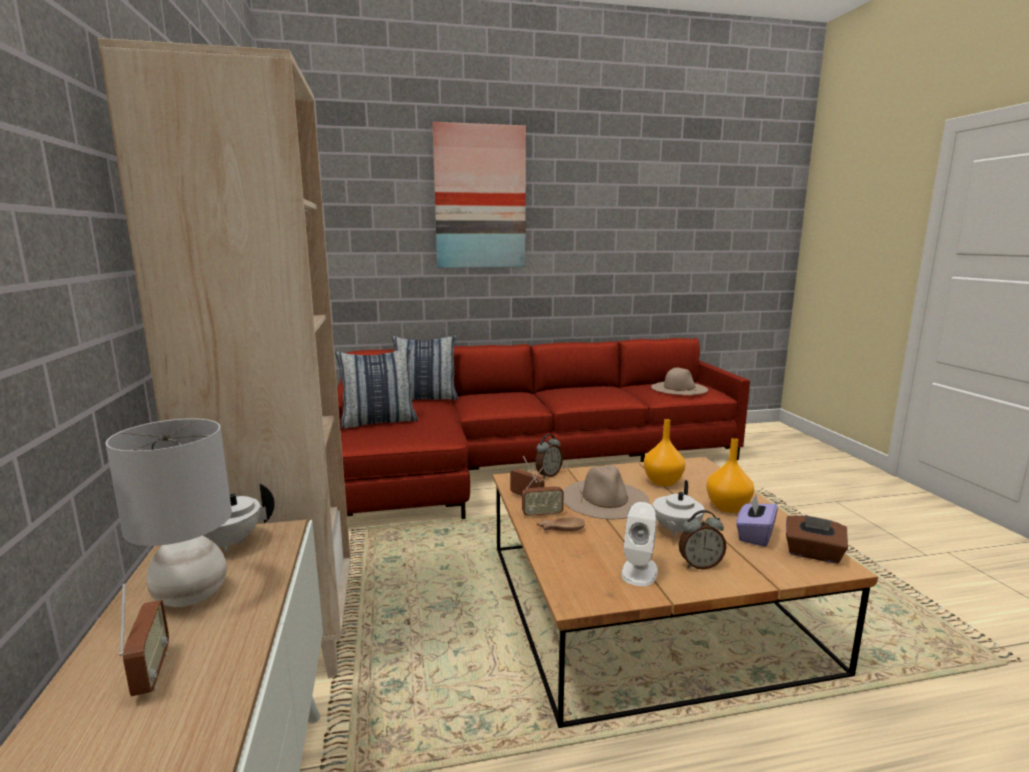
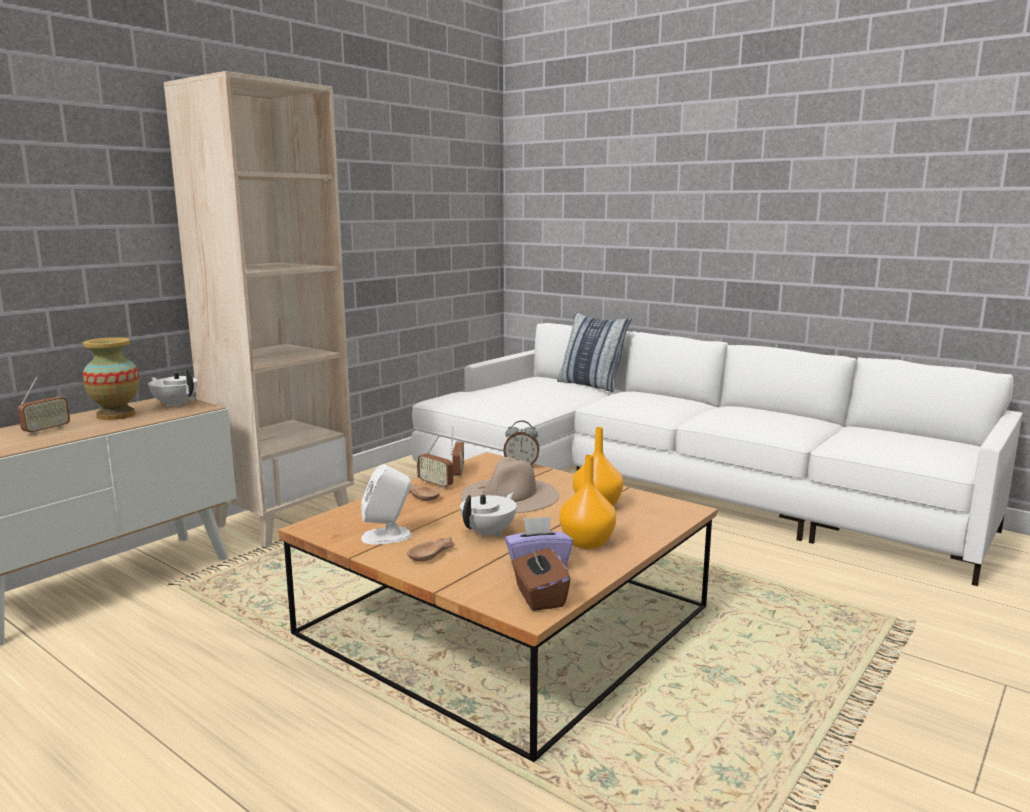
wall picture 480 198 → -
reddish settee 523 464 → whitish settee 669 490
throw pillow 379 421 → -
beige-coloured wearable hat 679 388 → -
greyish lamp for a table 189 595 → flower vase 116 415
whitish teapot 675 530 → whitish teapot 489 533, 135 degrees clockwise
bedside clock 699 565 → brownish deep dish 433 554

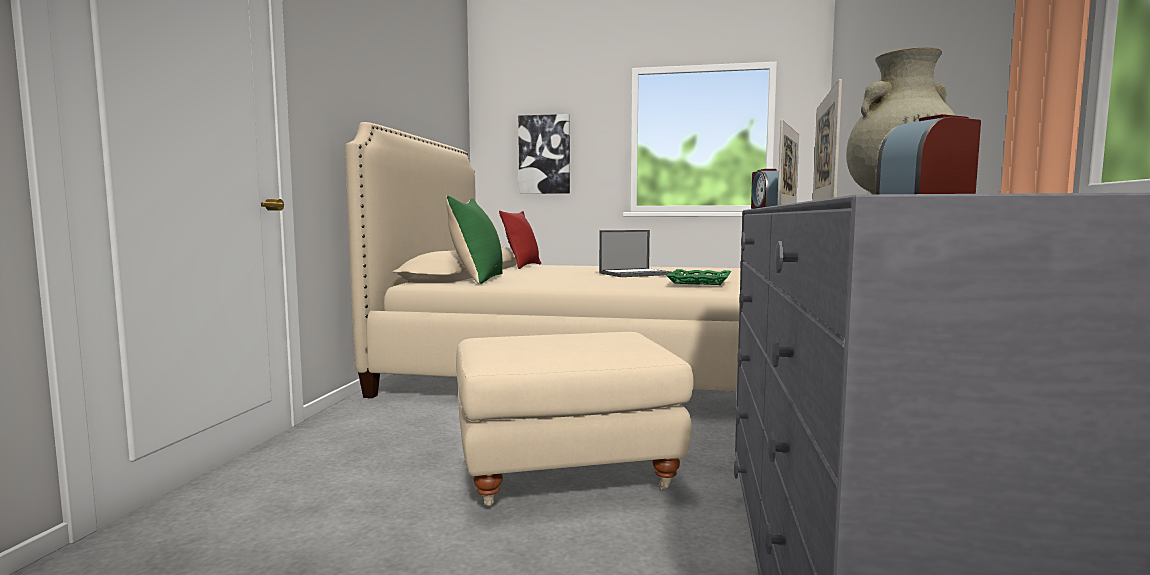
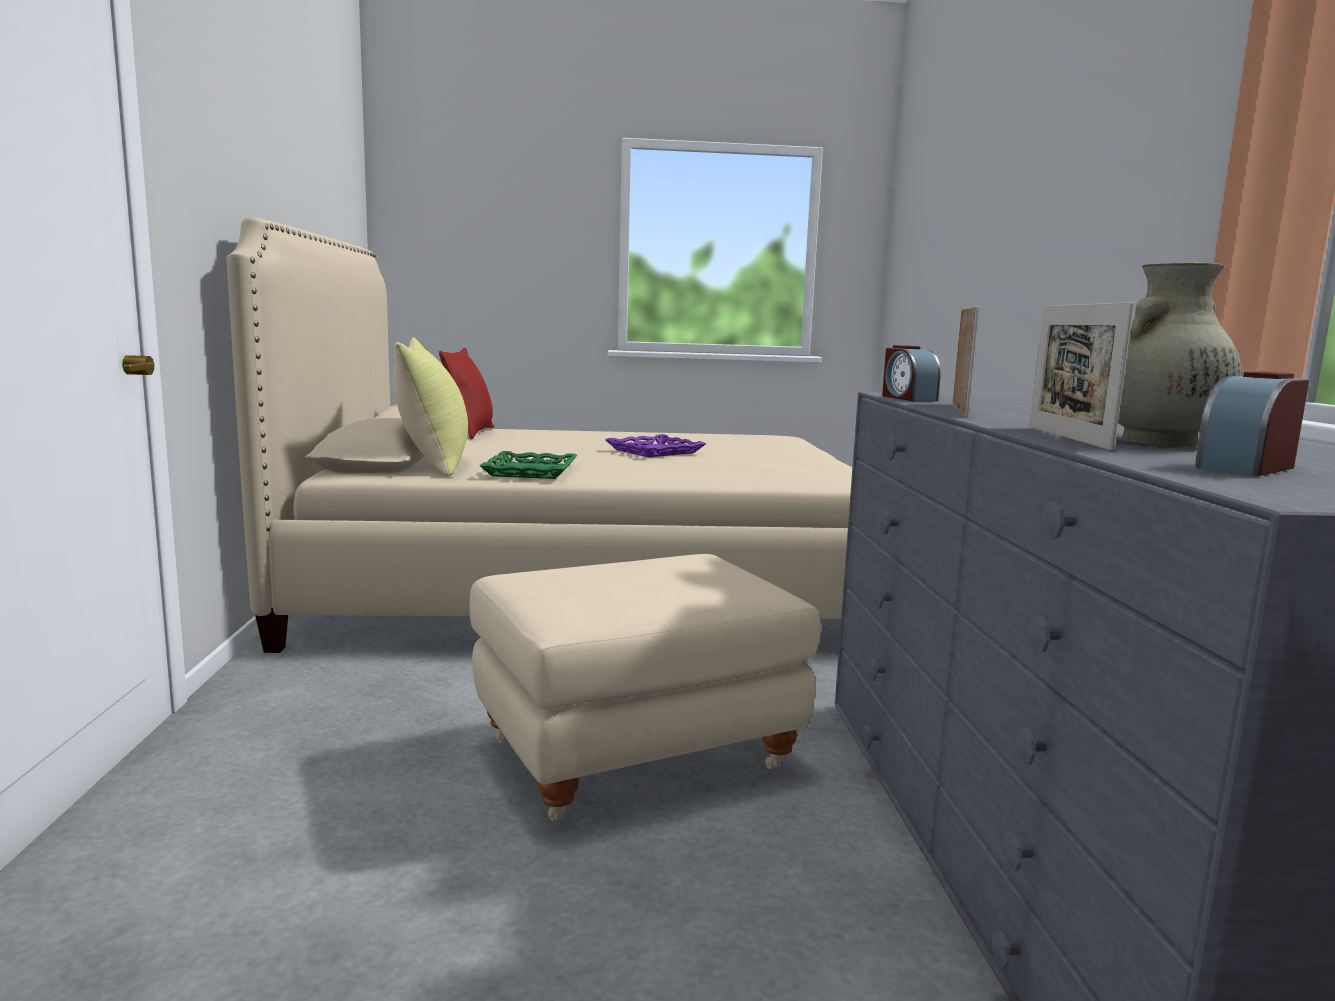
wall picture 544 154 → -
greenish throw pillow 478 279 → yellow throw pillow 433 464
notebook computer 636 274 → purple-coloured carrying tray 654 451
greenish carrying tray 699 281 → greenish carrying tray 529 471, shifted

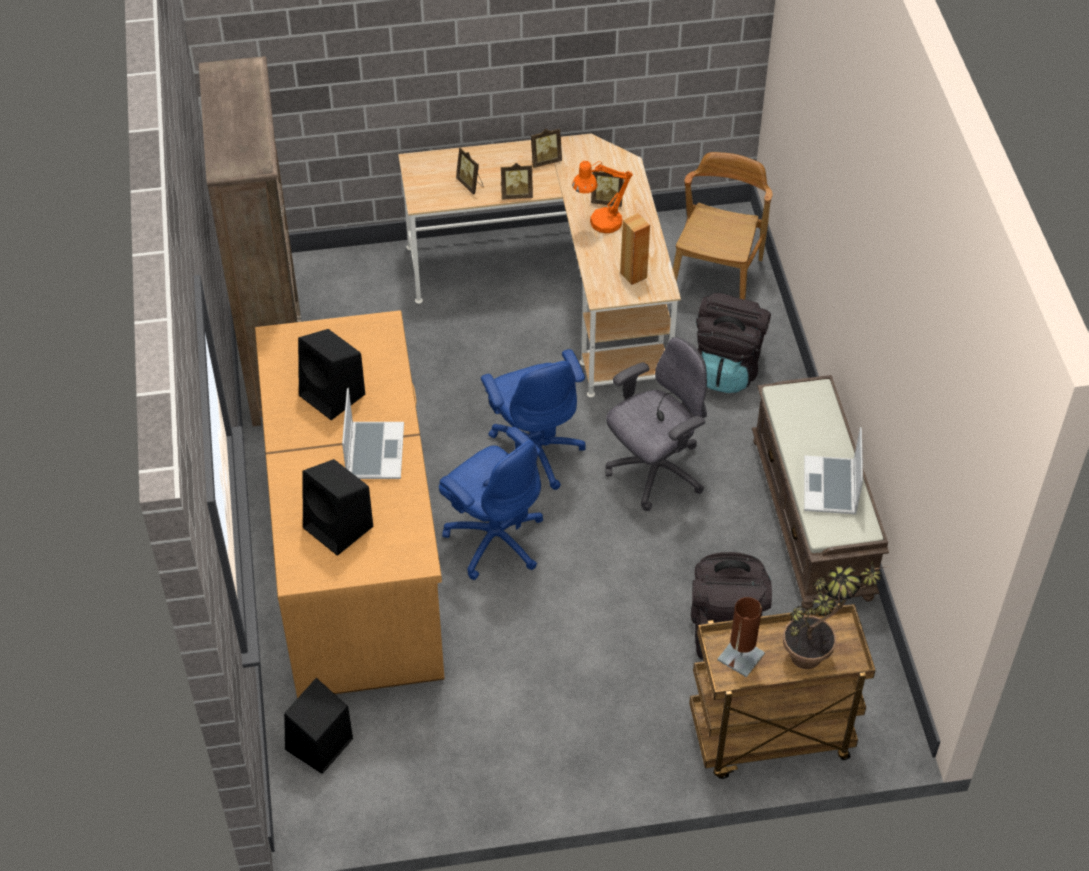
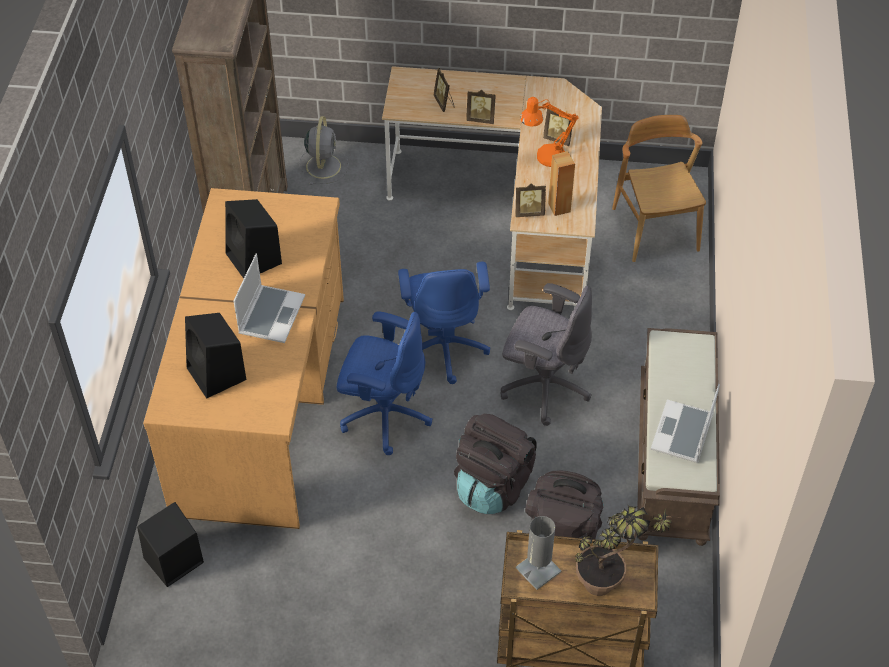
photo frame 545 161 → photo frame 529 212, shifted
brownish plain chair 716 279 → brownish plain chair 655 229, 45 degrees counterclockwise
black-coloured backpack 727 368 → black-coloured backpack 493 485, shifted
greyish computer chair 654 472 → greyish computer chair 544 387, 45 degrees clockwise
bluish computer chair 494 539 → bluish computer chair 384 415, 45 degrees counterclockwise
brownish lamp for a table 741 657 → greyish lamp for a table 538 570
- → greyish cooling fan 323 165

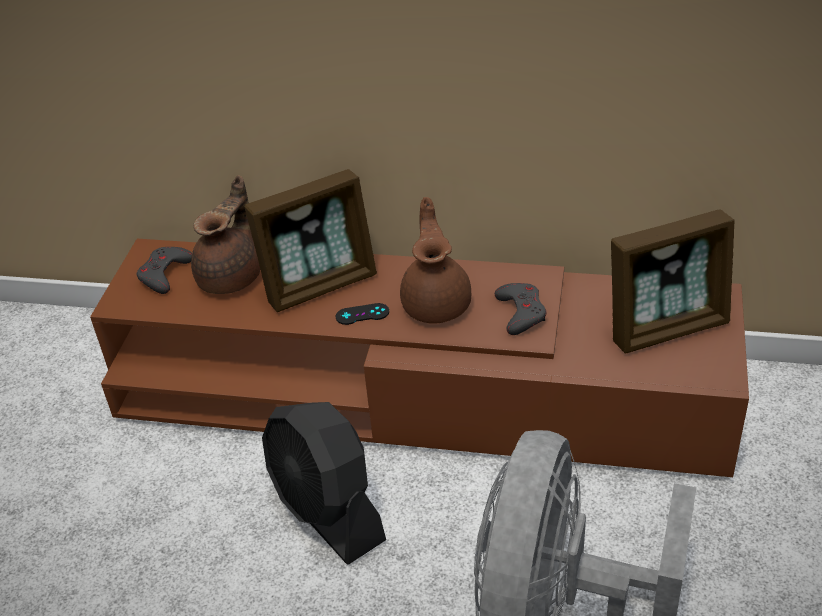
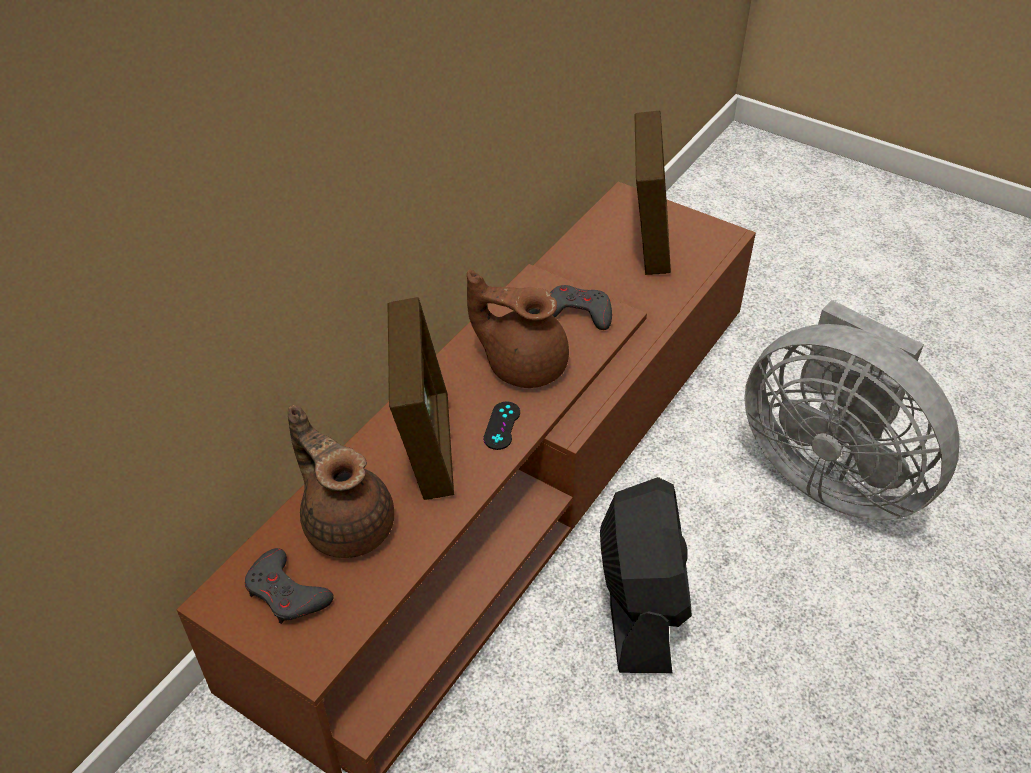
black-coloured cooling fan 327 511 → black-coloured cooling fan 639 603, 75 degrees counterclockwise

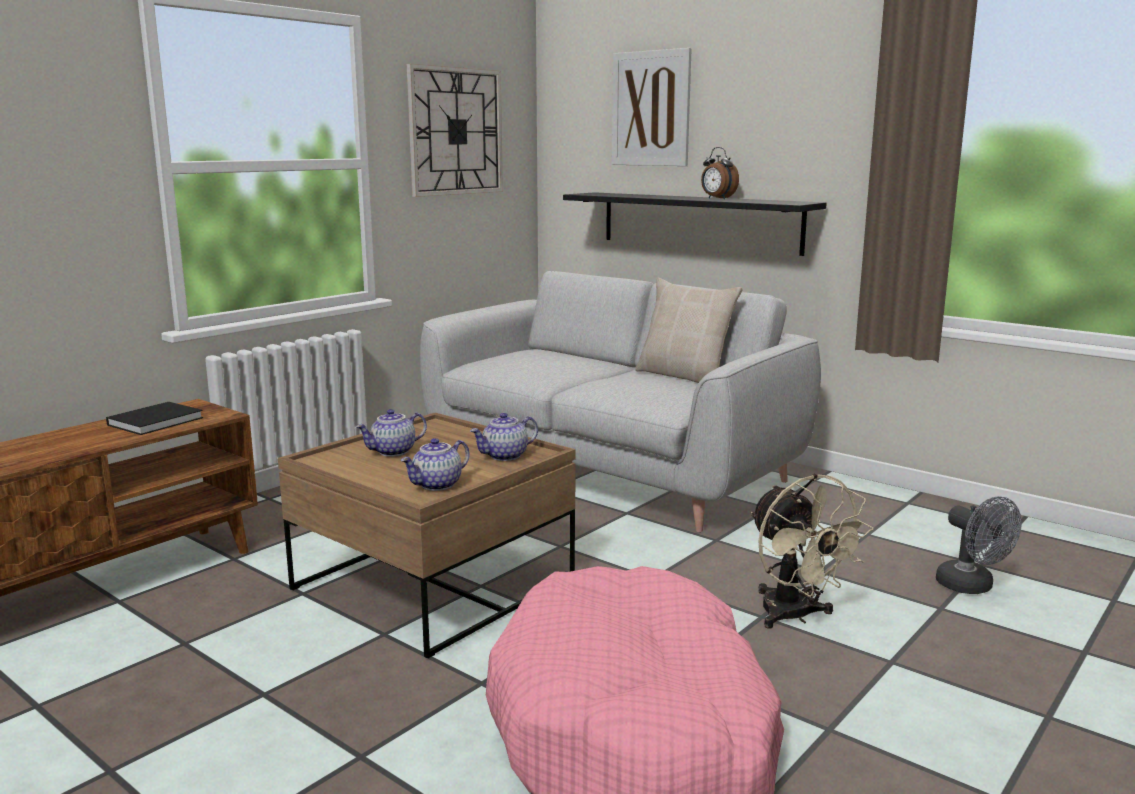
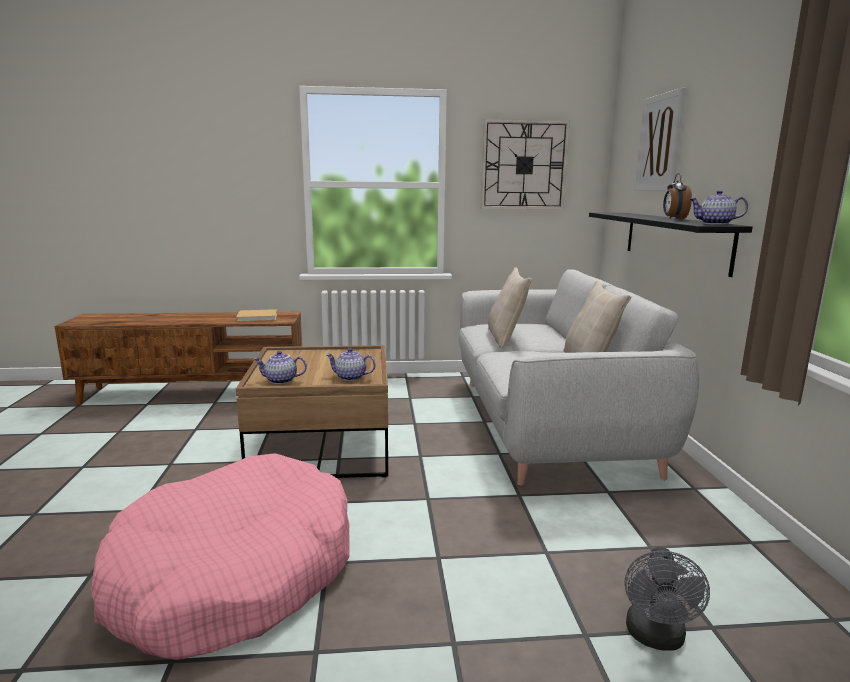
black-coloured book 158 421 → beige-coloured book 258 317
teapot 393 452 → teapot 715 224, shifted
beige-coloured cooling fan 795 616 → -
- → beige-coloured throw pillow 506 338

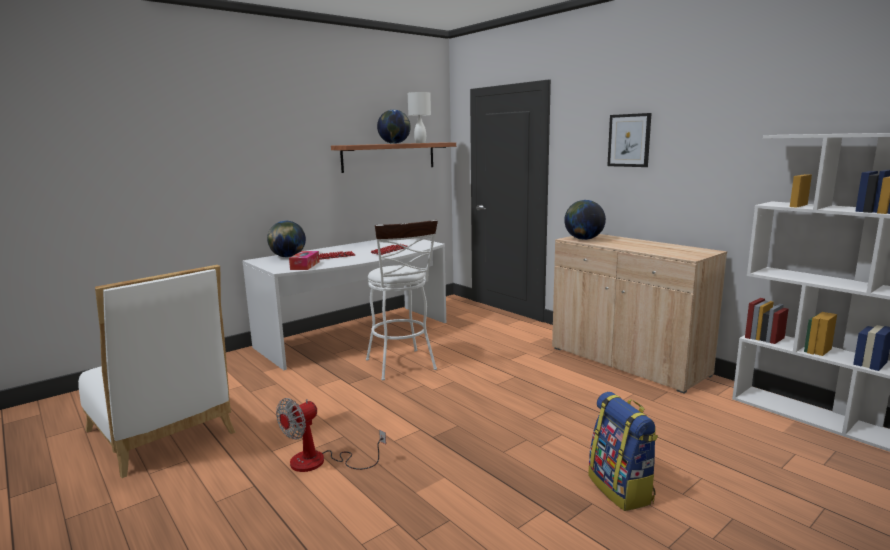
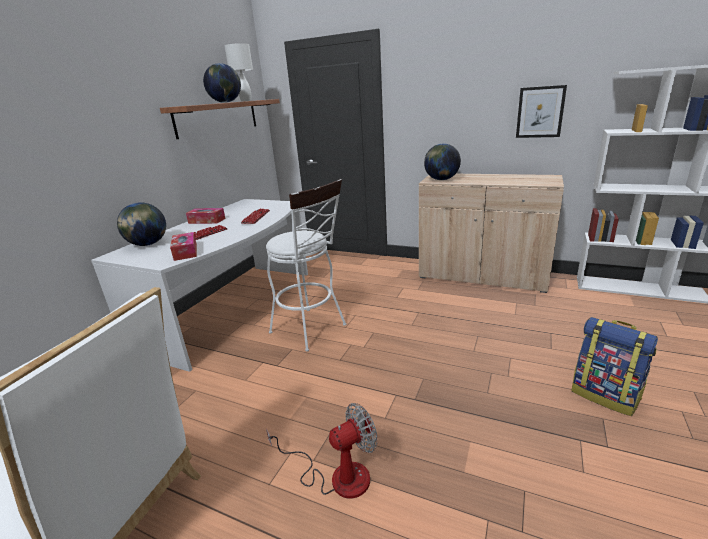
wall picture 629 140 → wall picture 540 112, shifted
cooling fan 320 462 → cooling fan 337 476, 135 degrees counterclockwise
- → tissue holder 207 221

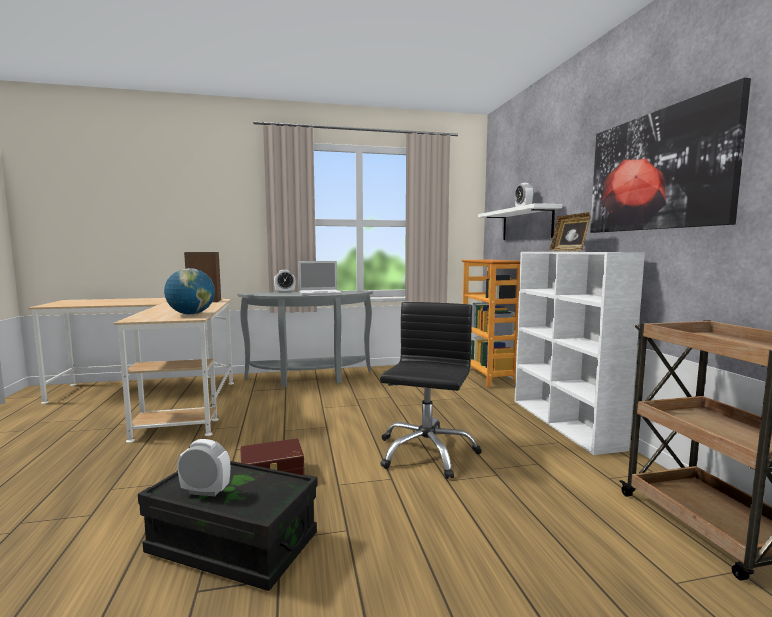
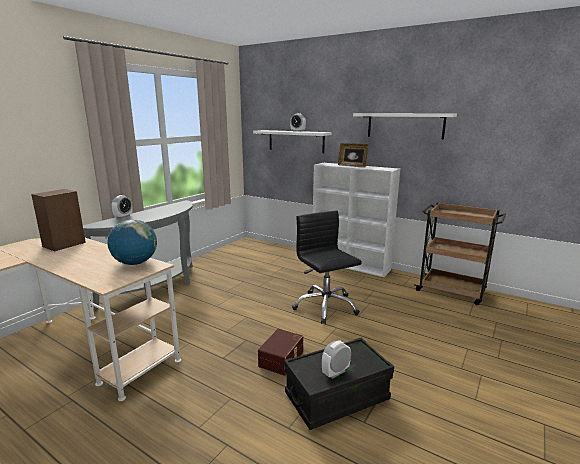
wall picture 656 171 → whitish wall shelf 405 125
bookcase 488 376 → -
notebook computer 320 293 → -

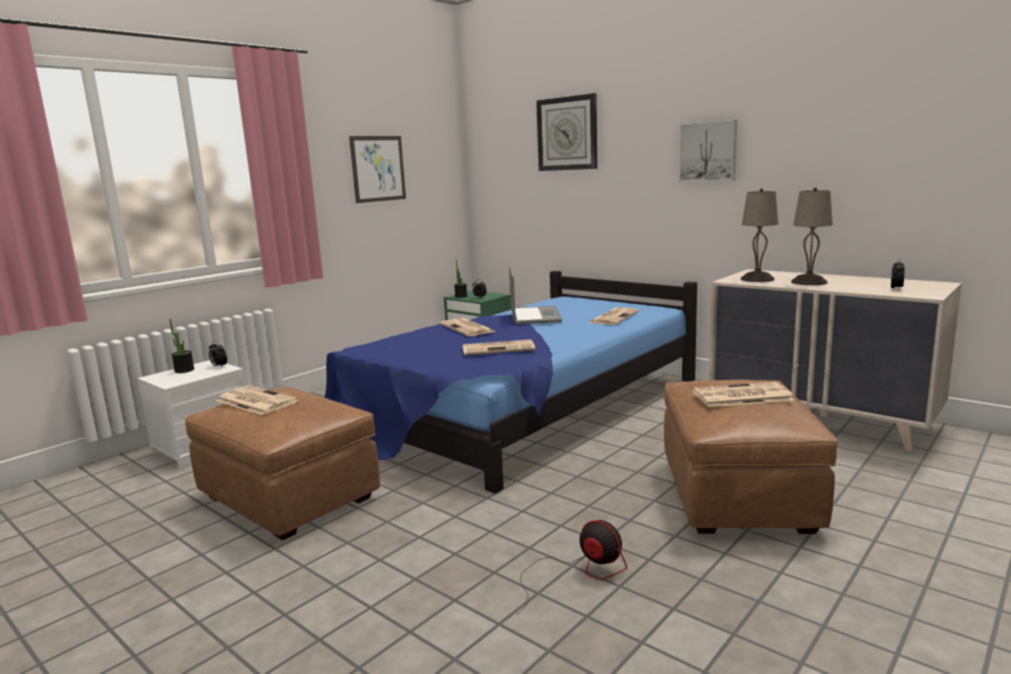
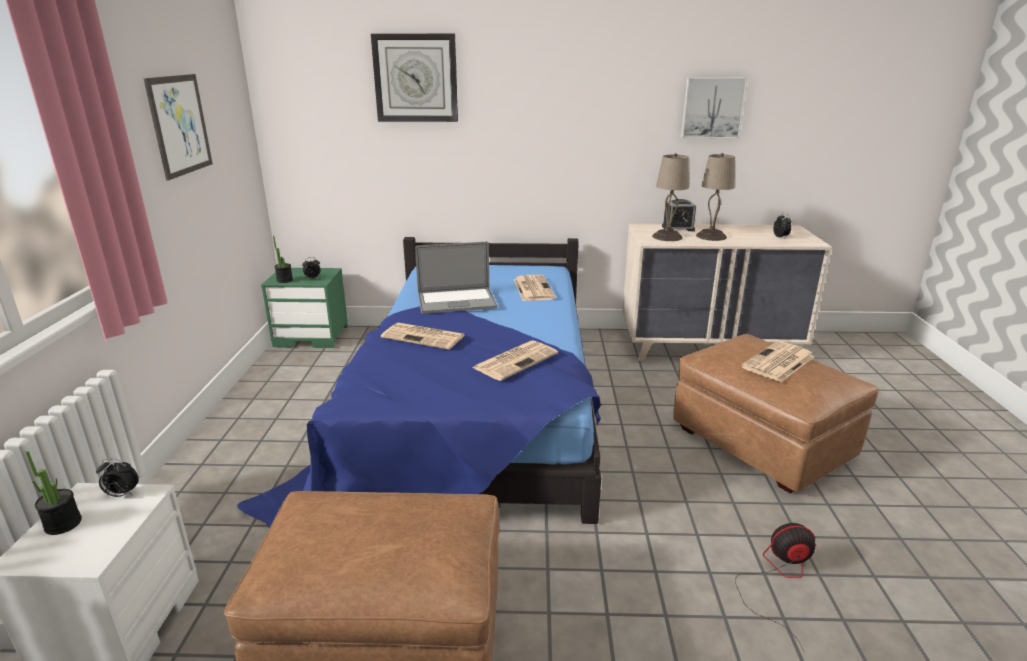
wall picture 708 151 → wall picture 712 108, shifted
notebook computer 535 316 → notebook computer 456 301, 120 degrees clockwise
daily paper 255 401 → -
- → bedside clock 678 228

